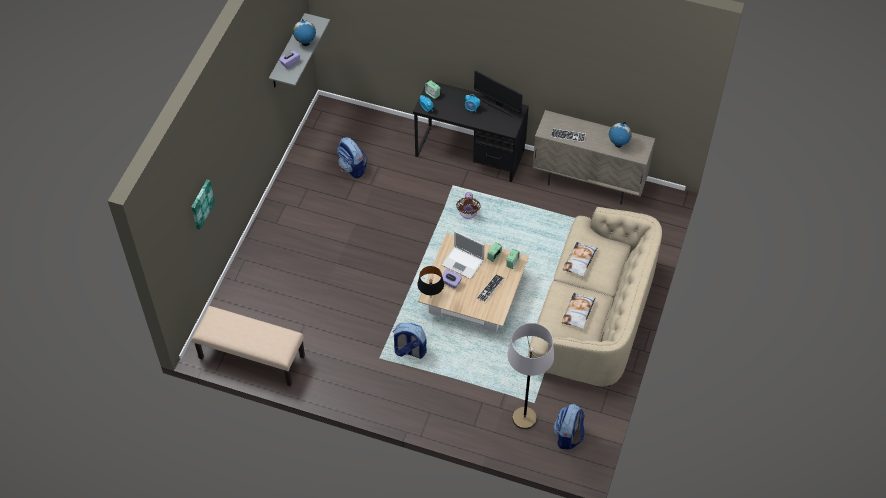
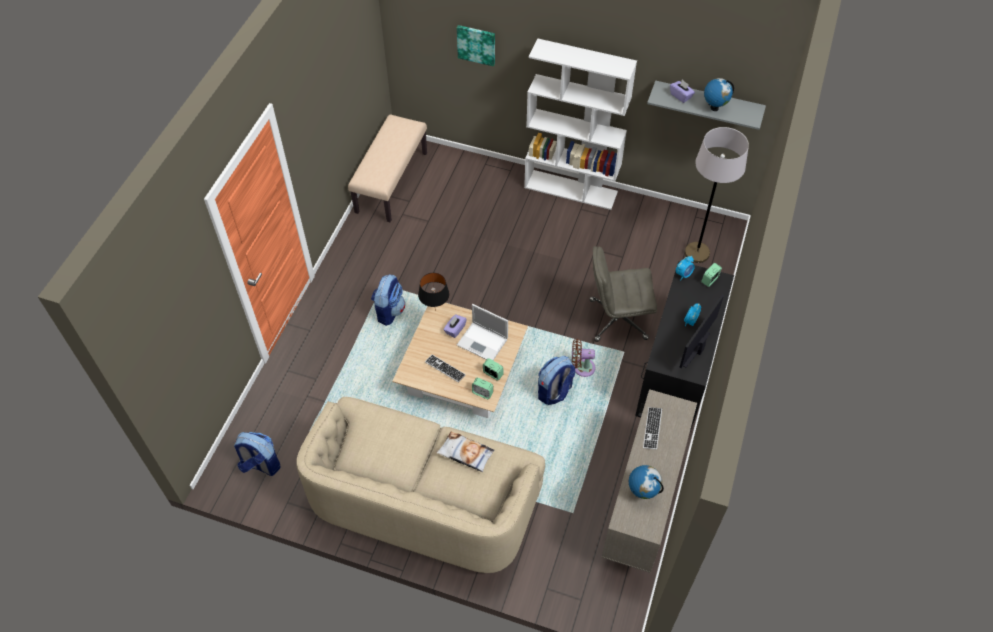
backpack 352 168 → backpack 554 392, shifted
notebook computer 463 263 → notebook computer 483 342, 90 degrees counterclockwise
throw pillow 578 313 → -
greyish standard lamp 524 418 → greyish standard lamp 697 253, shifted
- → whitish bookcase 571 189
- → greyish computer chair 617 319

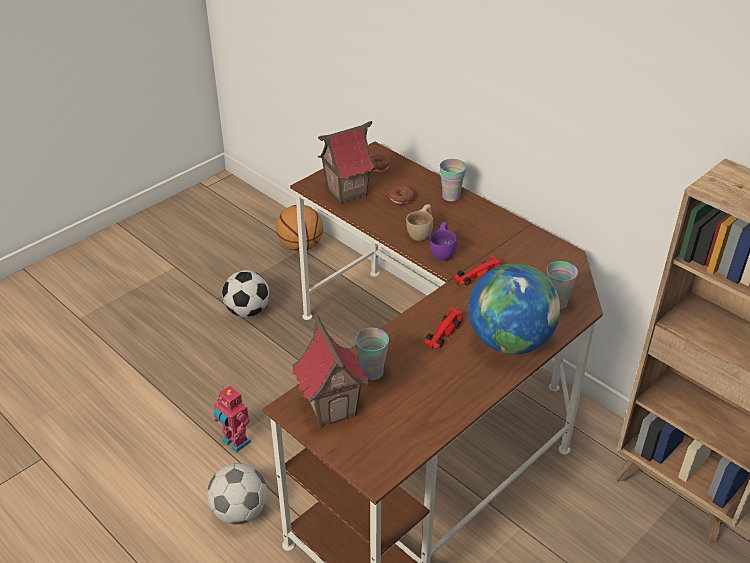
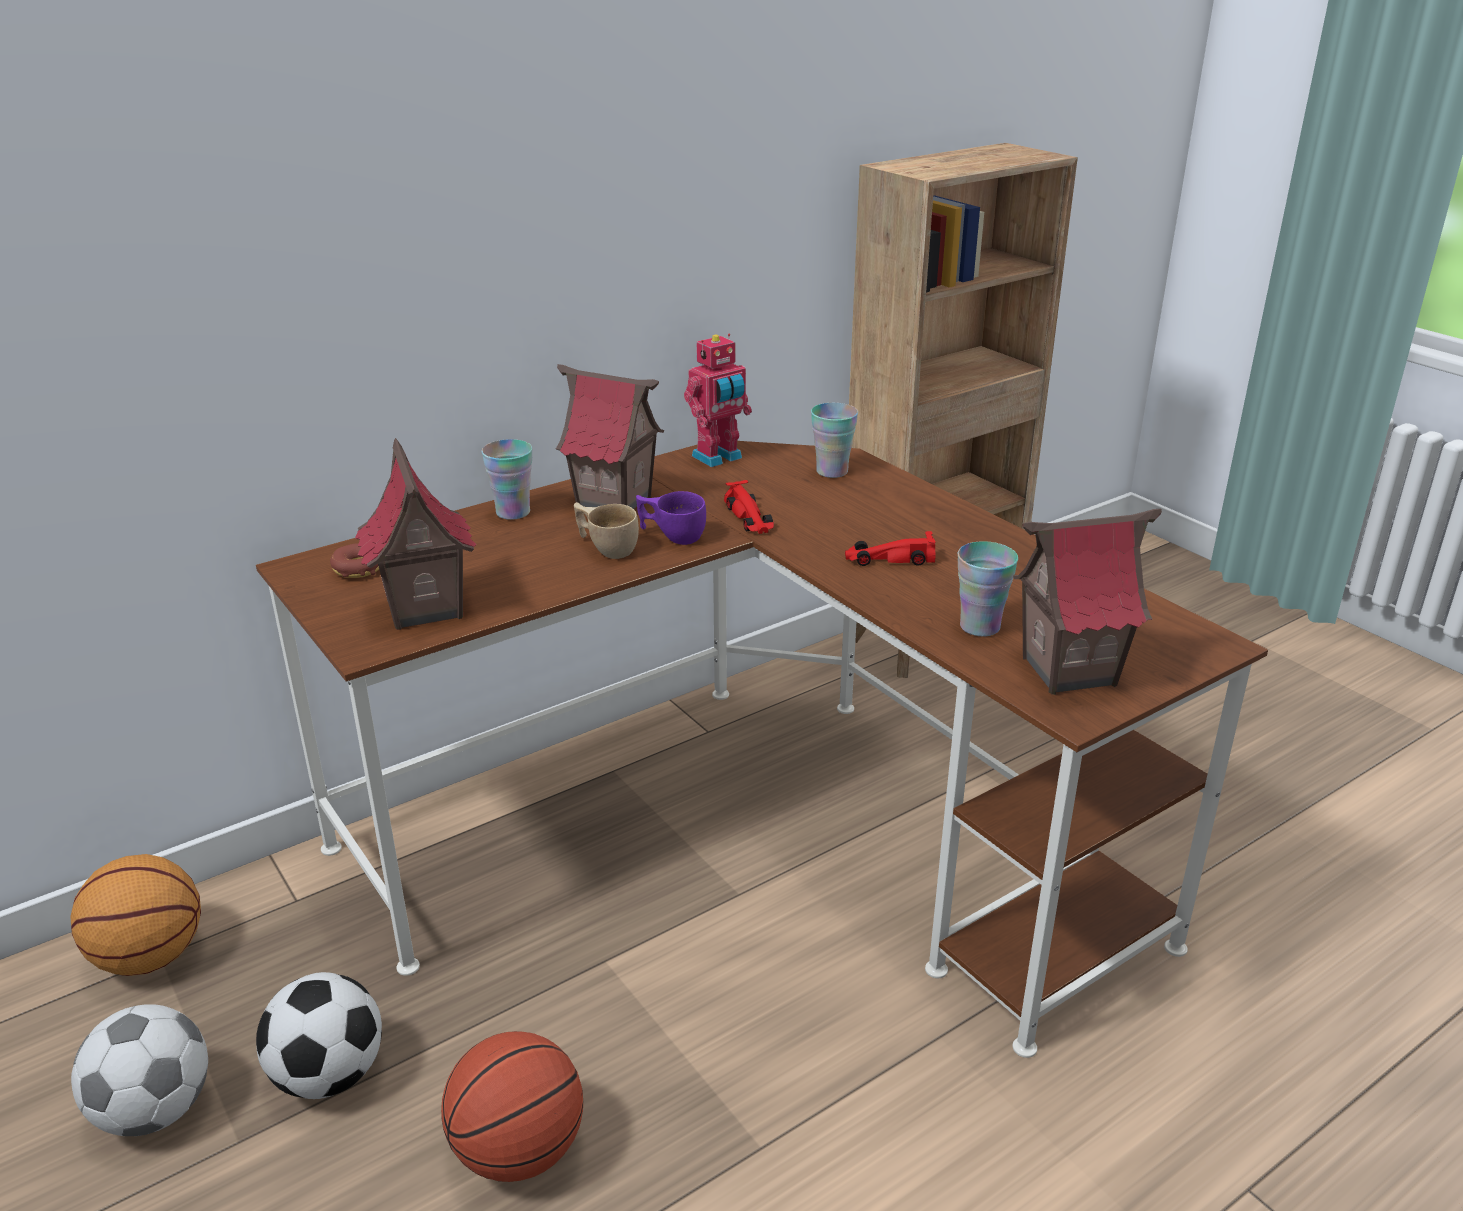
donut 401 198 → -
globe 509 341 → -
reddish model car 442 333 → reddish model car 889 559, 135 degrees clockwise
robot figure 235 442 → robot figure 719 458, shifted
ball for football 240 511 → ball for football 155 1110, shifted
- → miniature house 613 502
- → ball for basketball 519 1151

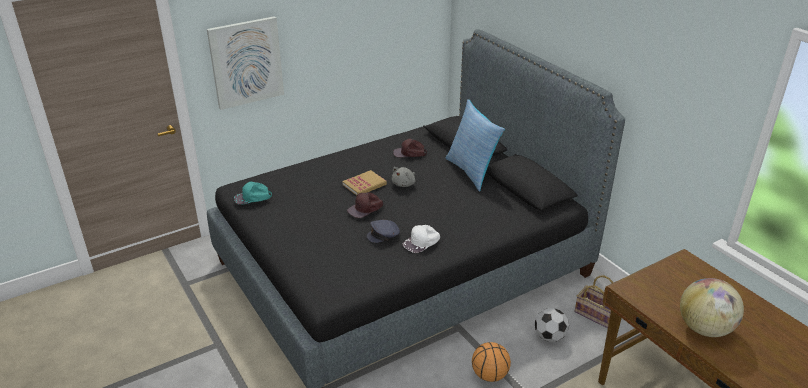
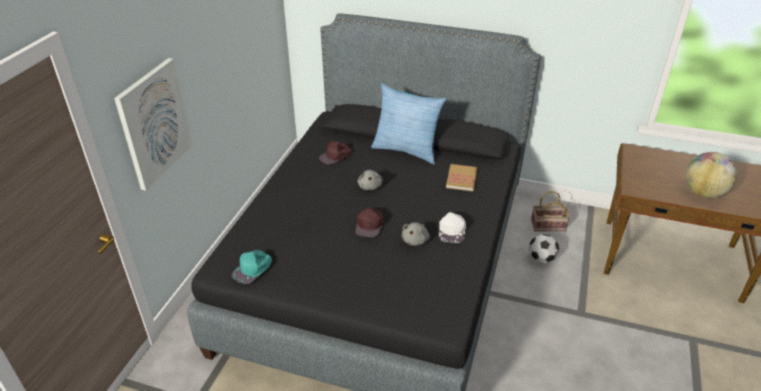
book 364 185 → book 461 179, shifted
greyish cap 384 235 → greyish soft toy 416 240
ball for basketball 490 375 → -

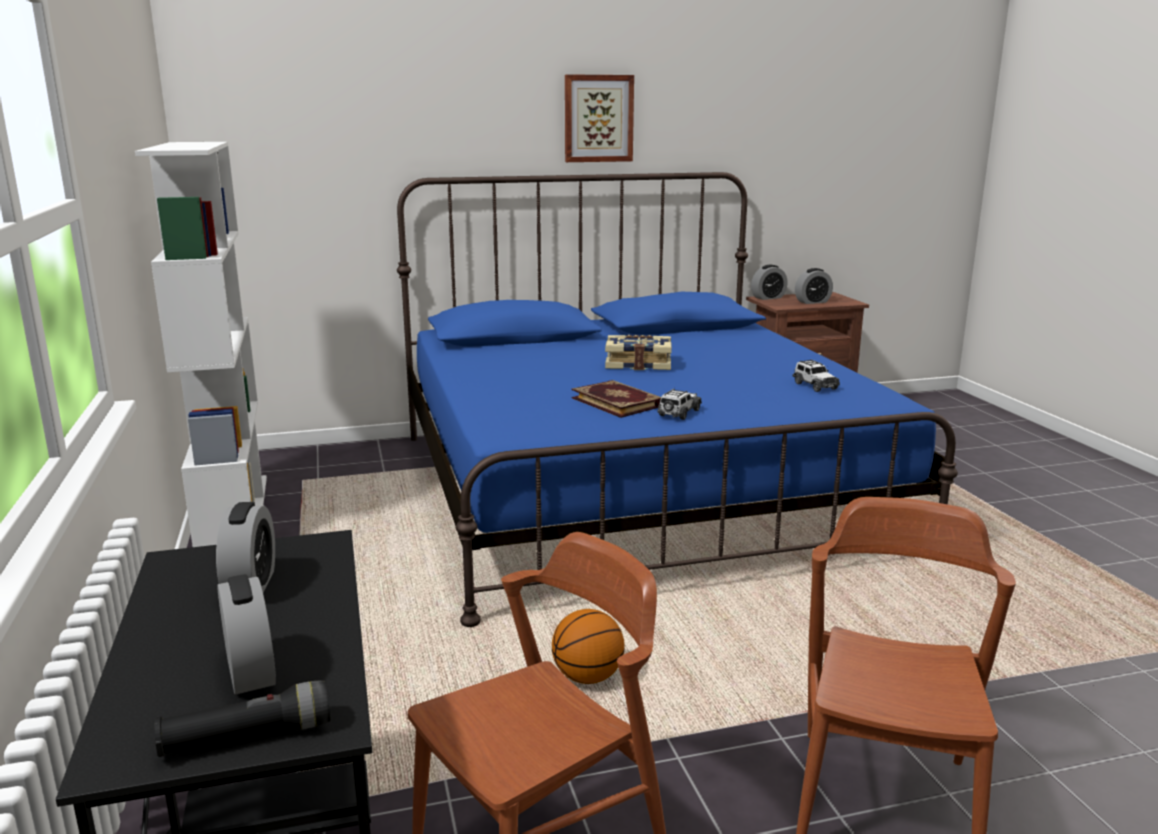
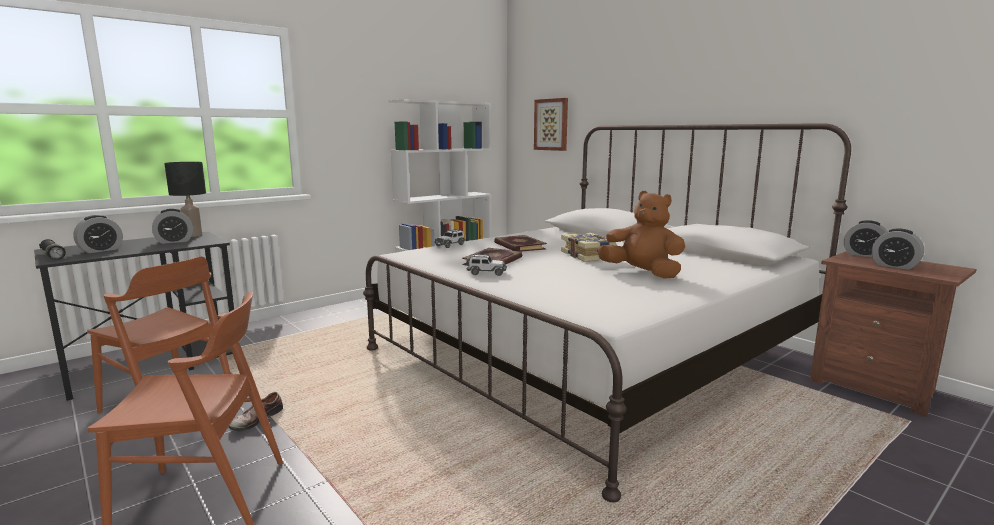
wall picture 598 118 → wall picture 551 124, shifted
bluish sleeping bed 635 490 → whitish sleeping bed 589 354
model car 814 386 → model car 450 245, shifted
ball for basketball 587 677 → -
- → black-coloured lamp for a table 193 235
- → brownish soft toy 642 273
- → book 519 246
- → low shoe 255 419

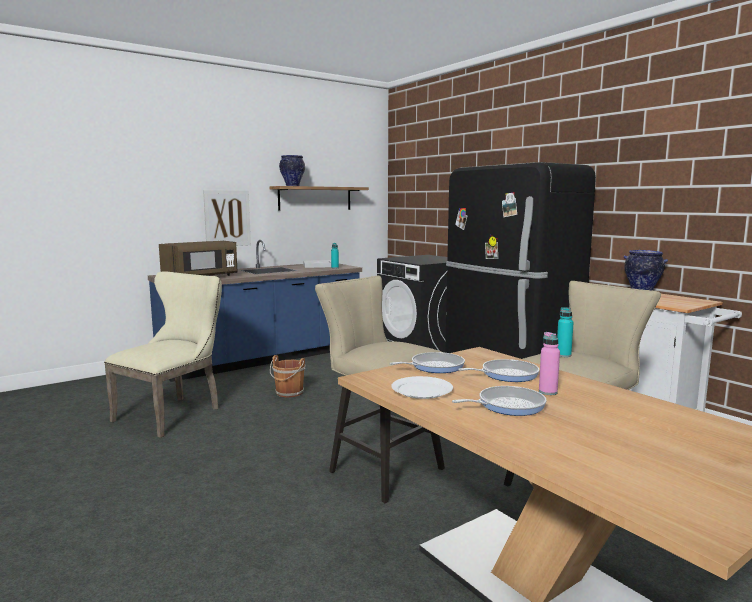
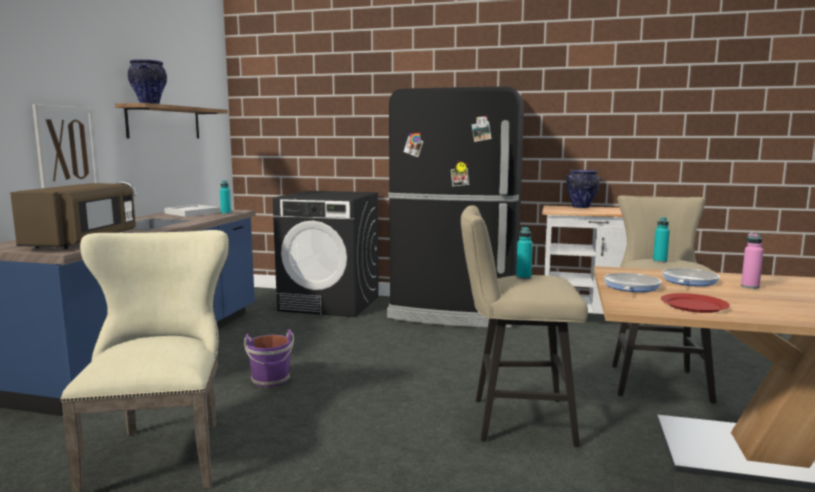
brownish bucket 289 393 → purple-coloured bucket 271 380
whitish flat dish 422 390 → reddish flat dish 694 305
frying pan 507 405 → -
- → turquoise-coloured drink bottle 523 277

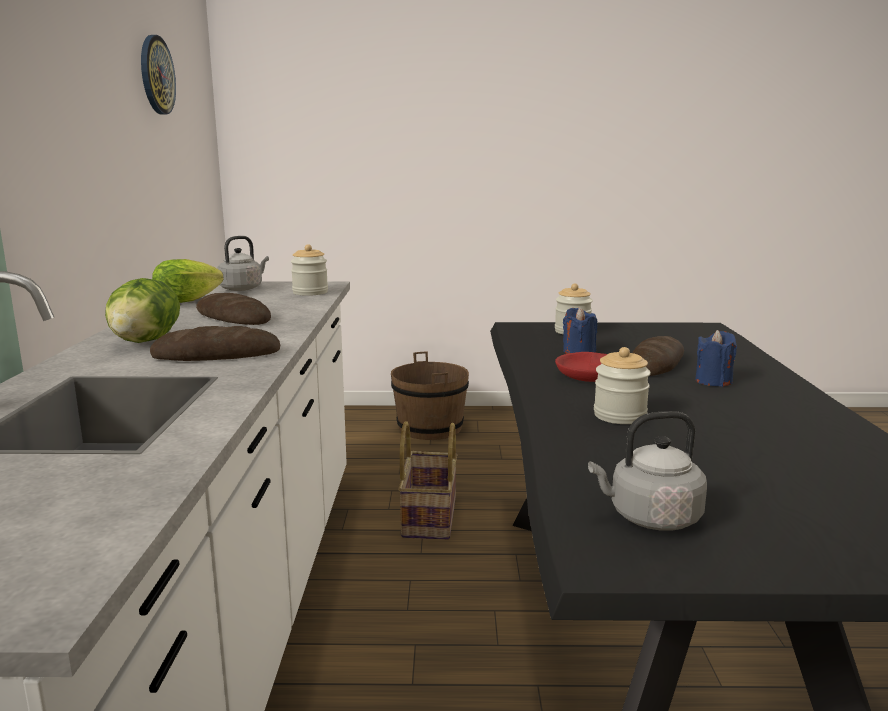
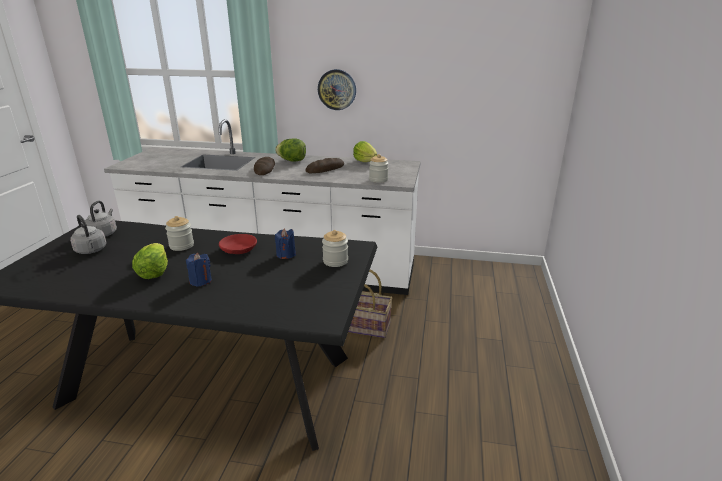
clock on the wall 156 75 → clock on the wall 337 89, shifted
greyish water kettle 243 288 → greyish water kettle 91 251, shifted
bakery bread 657 363 → -
brownish bucket 430 428 → -
- → lettuce head 154 272

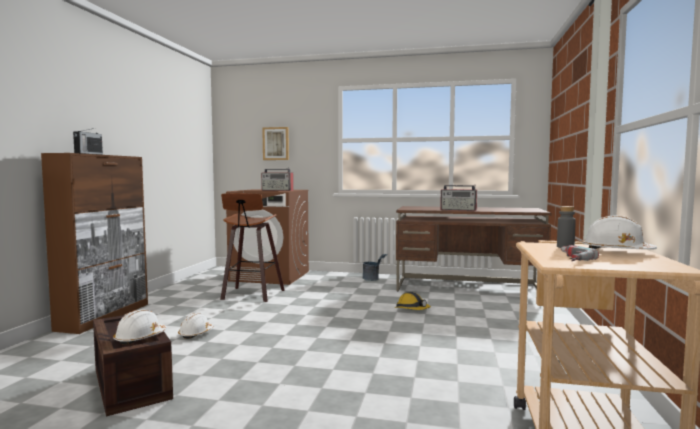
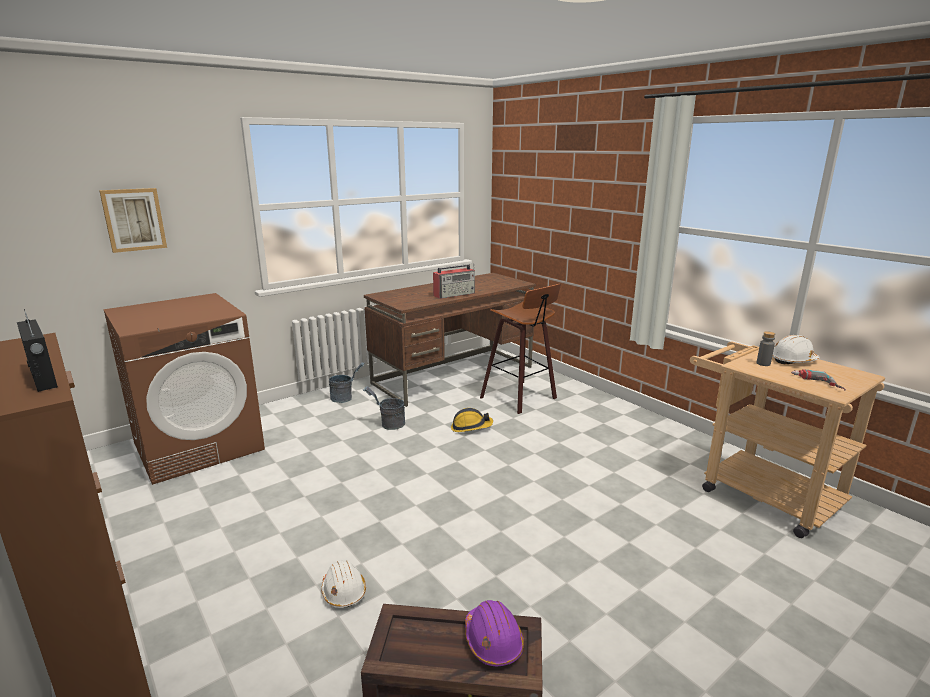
radio 277 190 → -
stool seat 251 295 → stool seat 521 398, shifted
whitish safety helmet 140 338 → purple-coloured safety helmet 493 641
- → greyish bucket 388 424

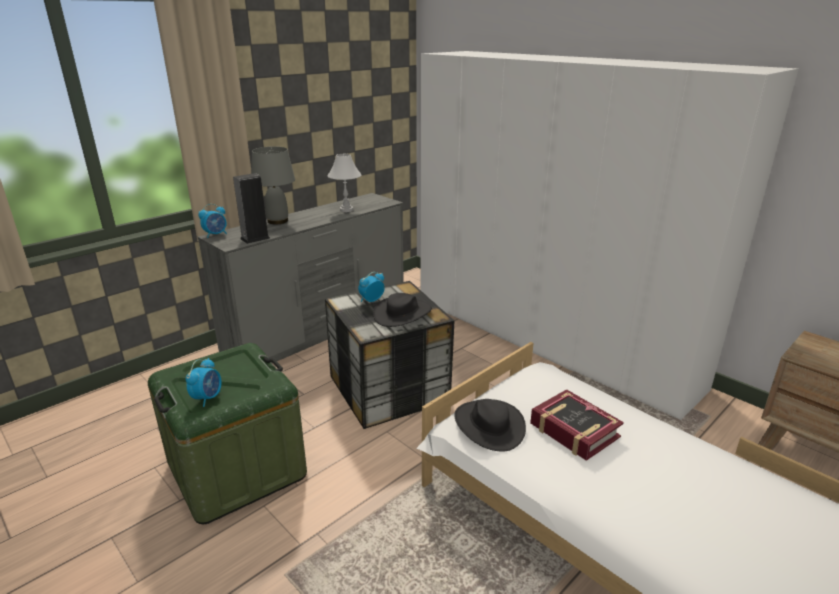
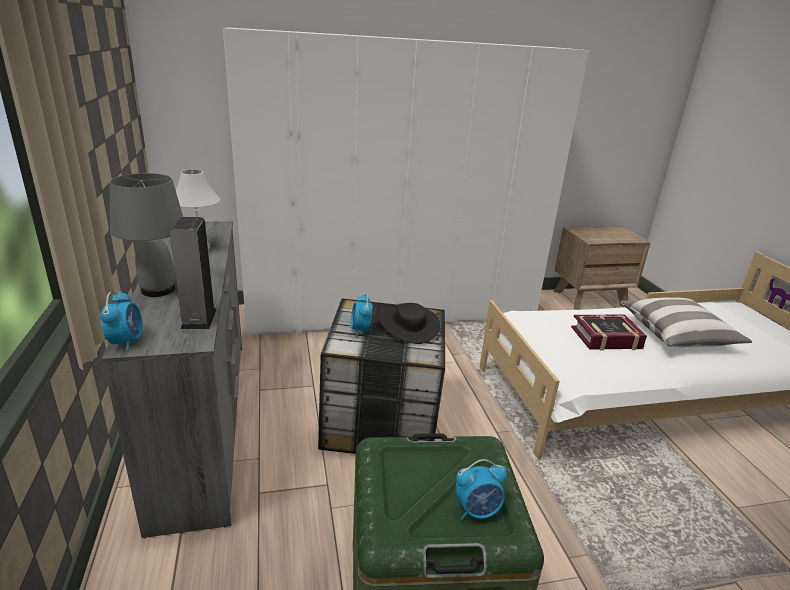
bedside clock 207 398 → bedside clock 477 511, 120 degrees clockwise
black-coloured wearable hat 489 425 → -
- → throw pillow 676 335

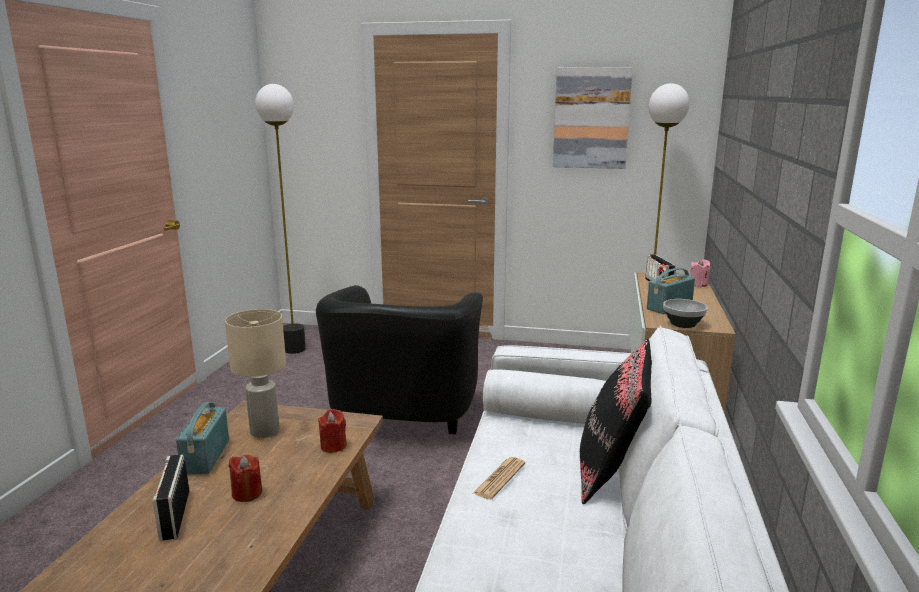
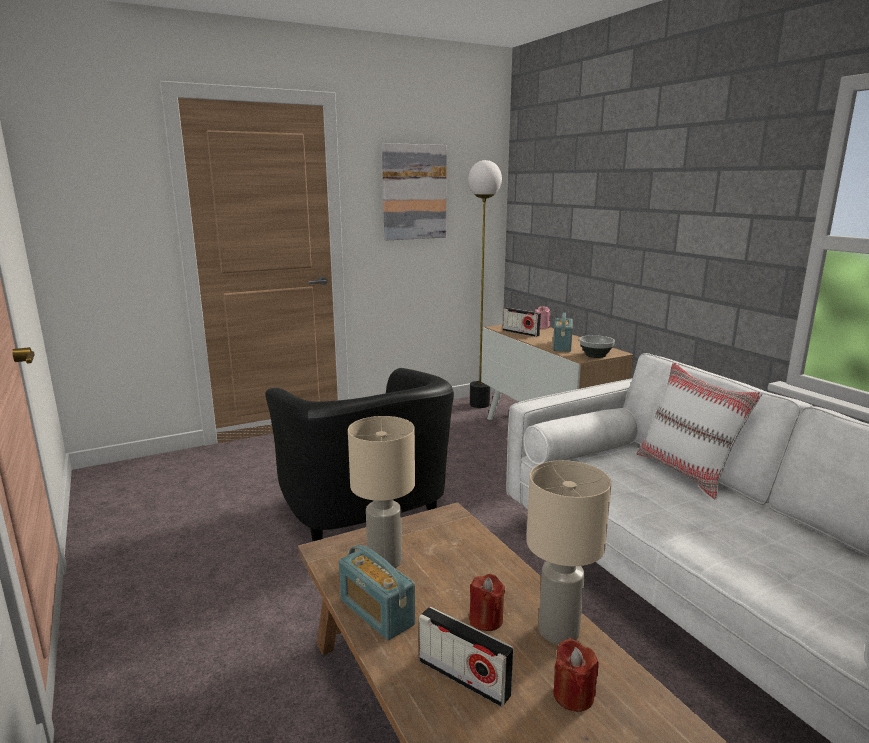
standard lamp 295 349 → -
black-coloured throw pillow 612 471 → whitish throw pillow 686 472
reddish wax light 333 446 → reddish wax light 573 695, shifted
daily paper 499 478 → -
- → beige-coloured lamp for a table 557 631

